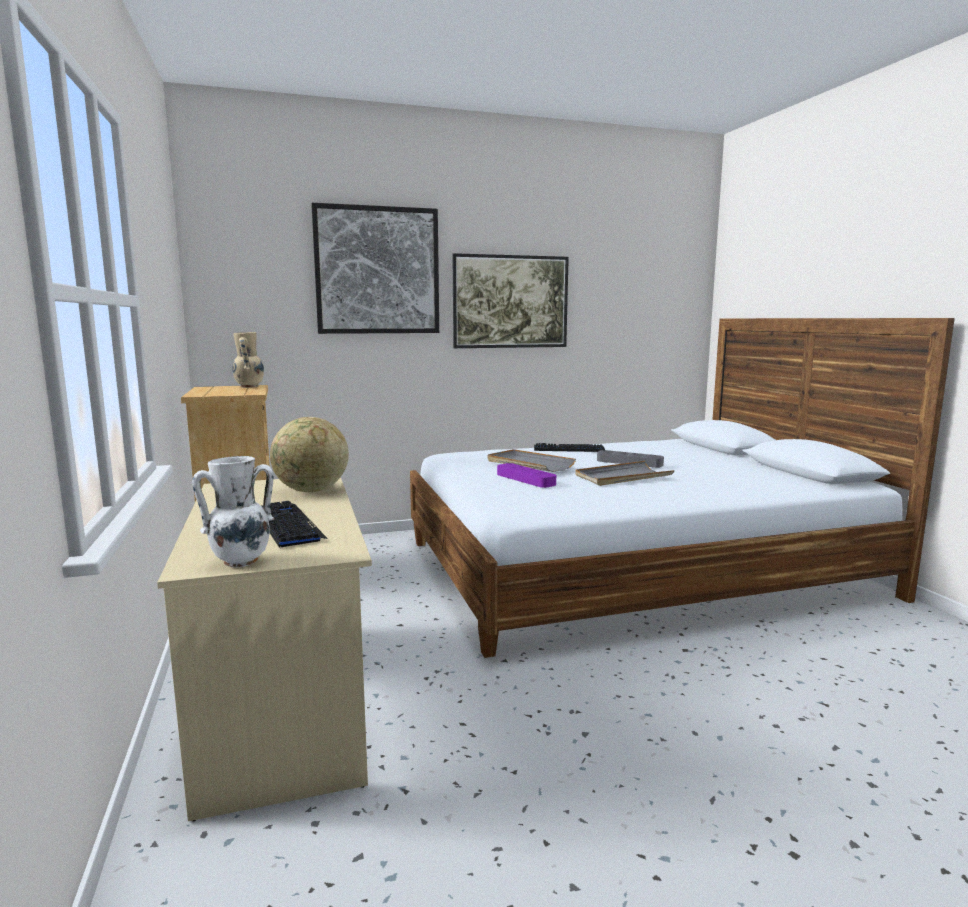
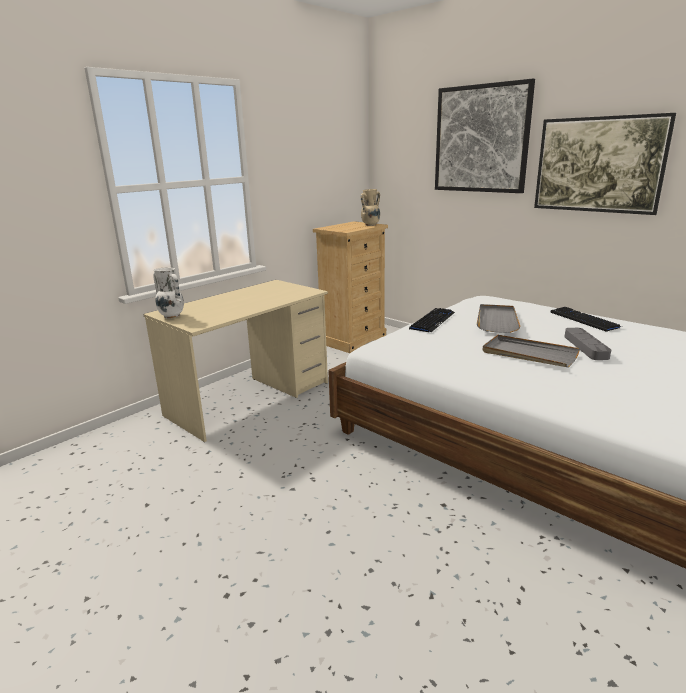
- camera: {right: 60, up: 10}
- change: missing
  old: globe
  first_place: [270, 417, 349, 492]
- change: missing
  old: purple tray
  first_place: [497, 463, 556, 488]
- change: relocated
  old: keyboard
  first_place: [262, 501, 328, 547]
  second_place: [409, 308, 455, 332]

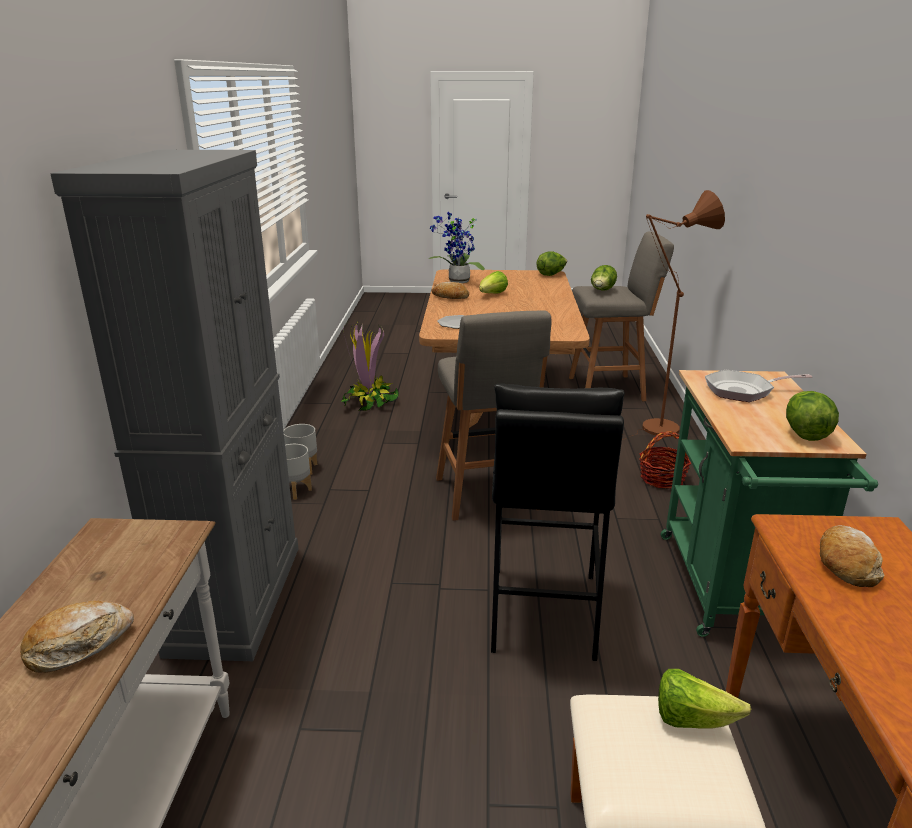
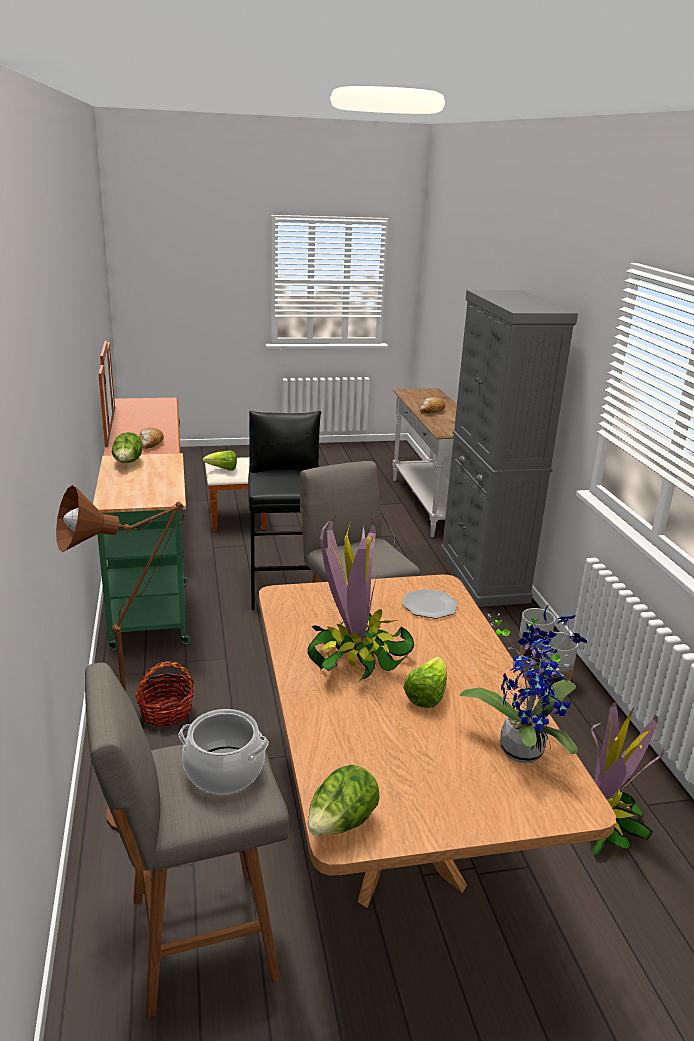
- camera: {right: 165, up: 0}
- change: missing
  old: bread
  first_place: [432, 282, 469, 299]
- change: missing
  old: frying pan
  first_place: [705, 370, 812, 402]
- change: appeared
  new: potted plant
  second_place: [308, 515, 414, 683]
- change: exchanged
  old: lettuce
  new: cooking pot
  first_place: [591, 265, 617, 291]
  second_place: [179, 709, 269, 794]

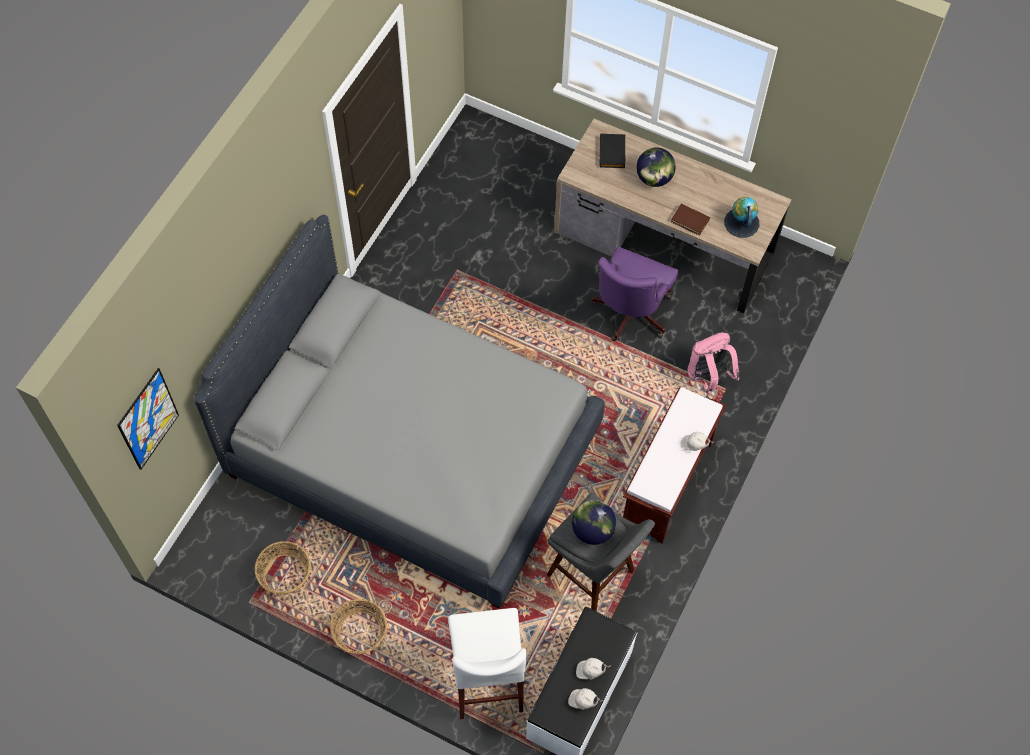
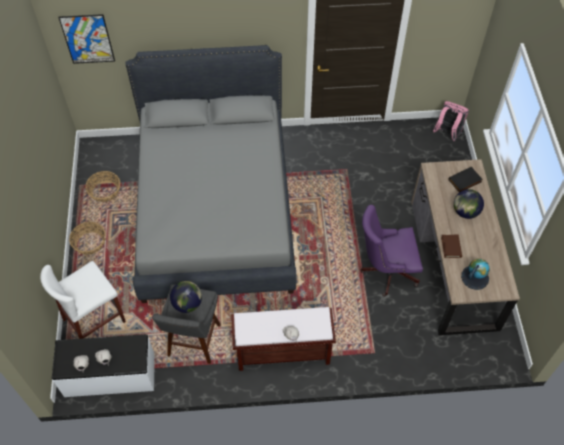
- camera: {right: 60, up: -5}
- change: relocated
  old: pink backpack
  first_place: [687, 333, 740, 395]
  second_place: [433, 101, 469, 141]

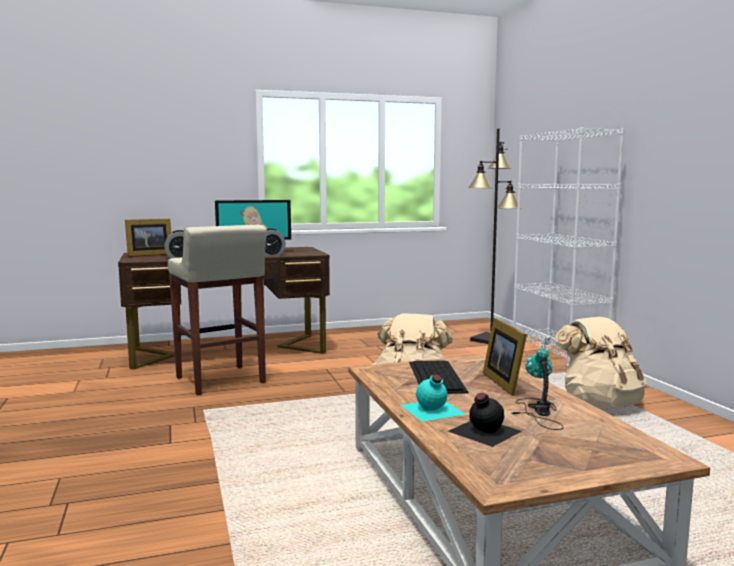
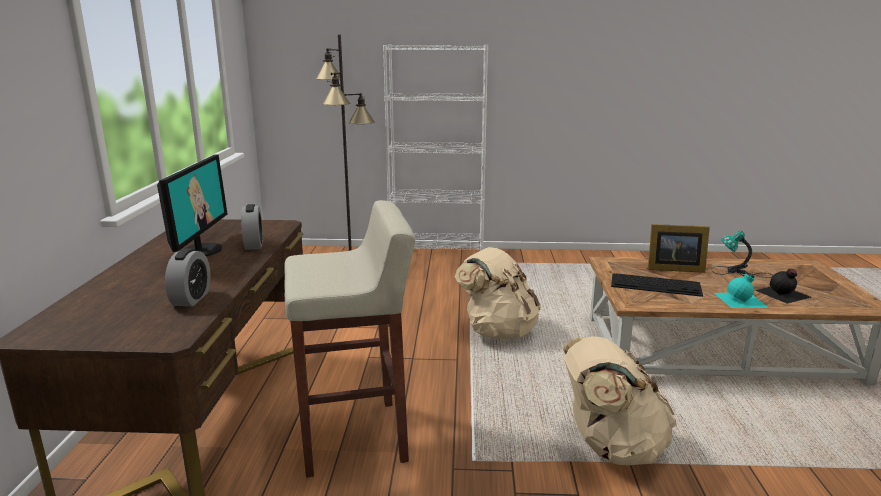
- camera: {right: -70, up: 10}
- change: missing
  old: picture frame
  first_place: [125, 219, 172, 257]
- change: relocated
  old: beige backpack
  first_place: [555, 317, 646, 408]
  second_place: [563, 336, 677, 465]

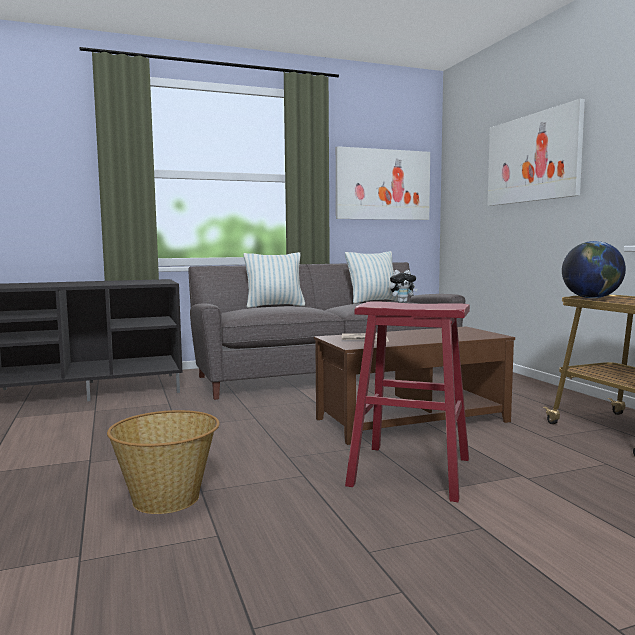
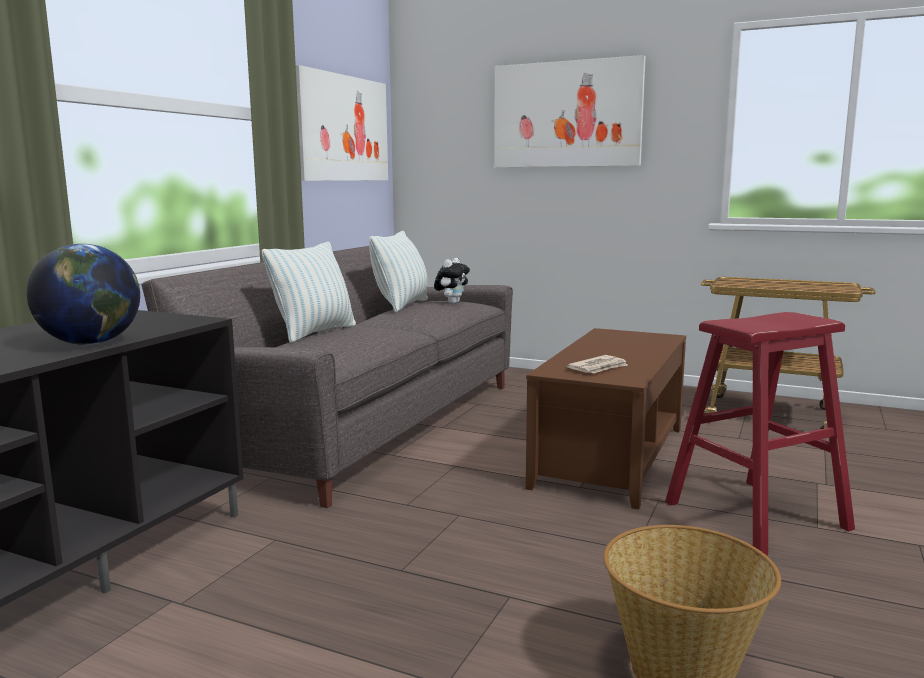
- camera: {right: -45, up: 5}
- change: relocated
  old: globe
  first_place: [562, 241, 626, 298]
  second_place: [27, 244, 140, 345]

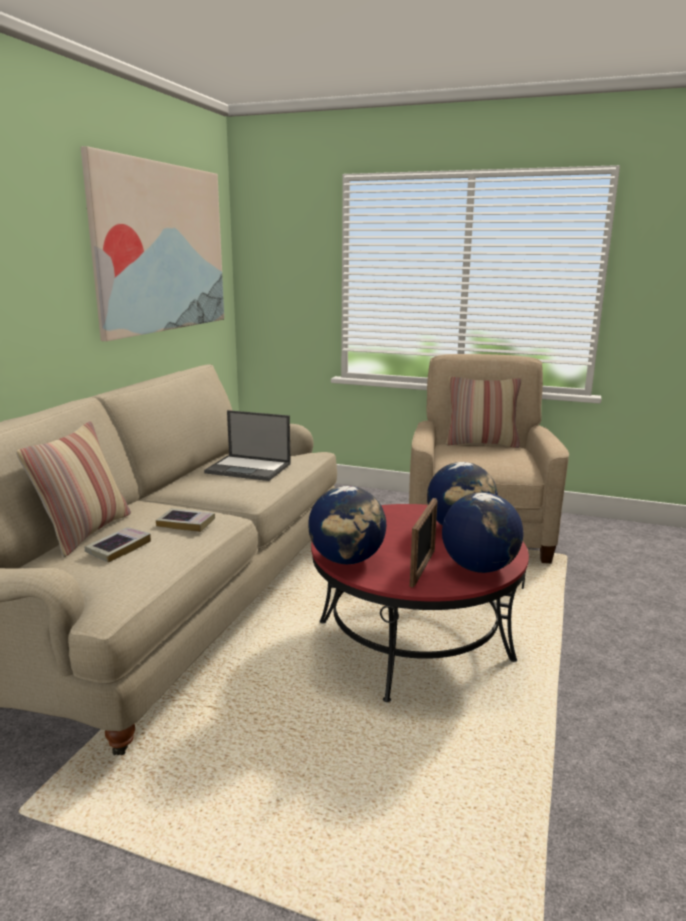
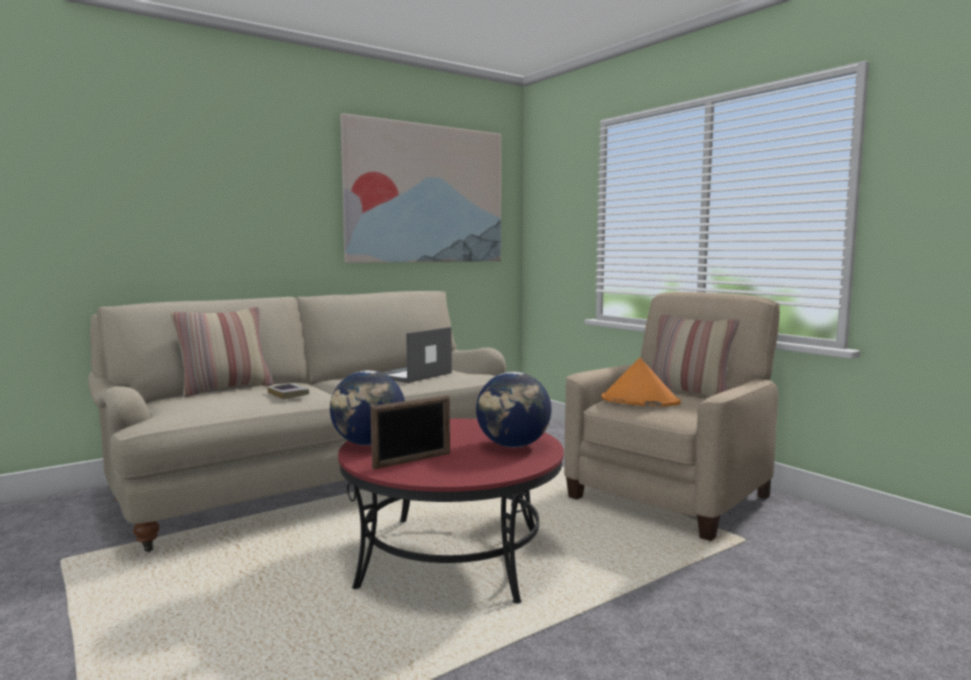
- camera: {right: 35, up: -10}
- change: missing
  old: book
  first_place: [85, 527, 151, 563]
- change: missing
  old: globe
  first_place: [442, 492, 524, 573]
- change: appeared
  new: orange hat
  second_place: [601, 358, 681, 406]
- change: spun
  old: laptop
  first_place: [204, 410, 291, 481]
  second_place: [381, 327, 452, 383]
  degrees: 75

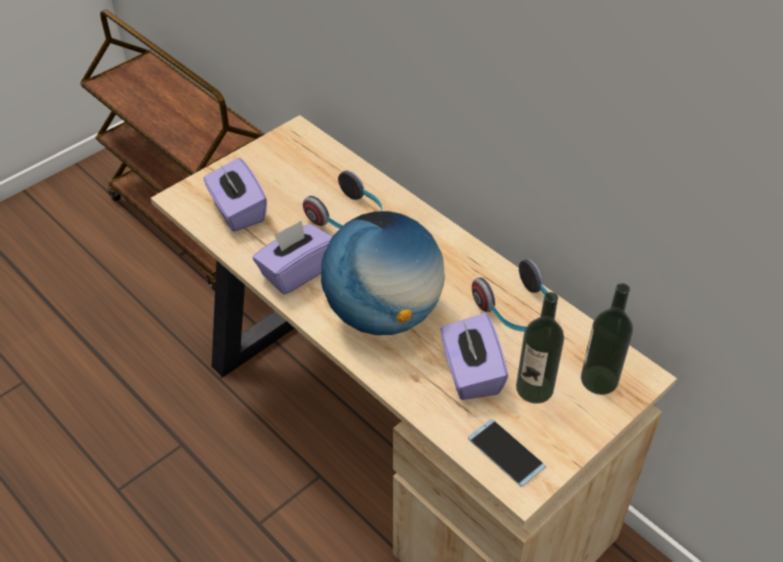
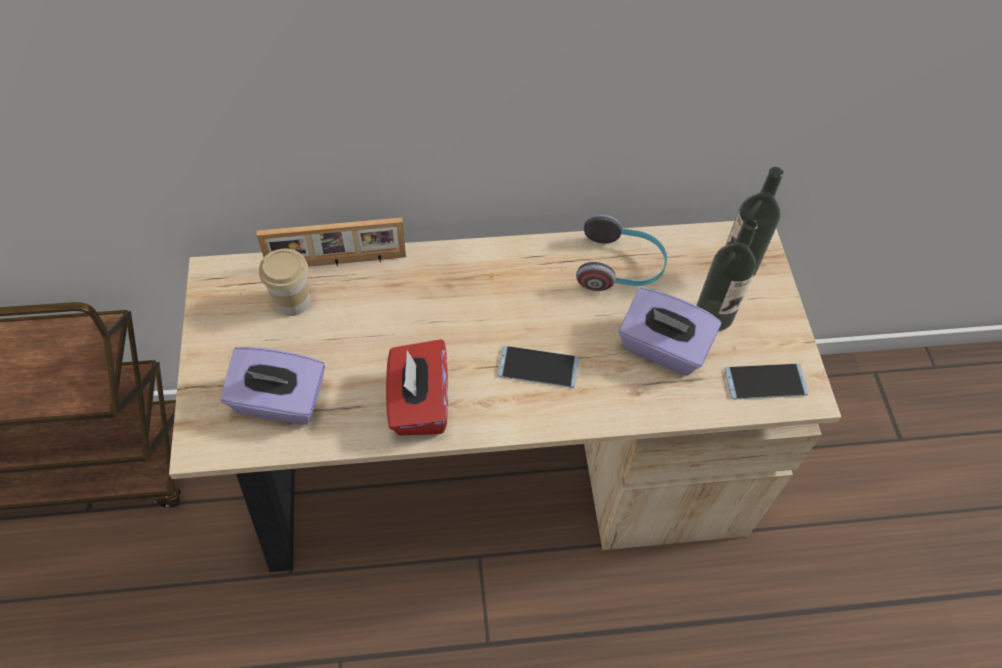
- camera: {right: -55, up: 10}
- change: missing
  old: headphones
  first_place: [303, 170, 383, 229]
- change: appeared
  new: picture frame
  second_place: [257, 217, 406, 267]
- change: appeared
  new: cup
  second_place: [259, 249, 310, 316]
- change: exchanged
  old: globe
  new: phone
  first_place: [321, 211, 445, 335]
  second_place: [497, 346, 579, 388]
- change: colour
  old: purple tissue box
  new: red tissue box
  first_place: [253, 220, 332, 295]
  second_place: [386, 339, 448, 436]

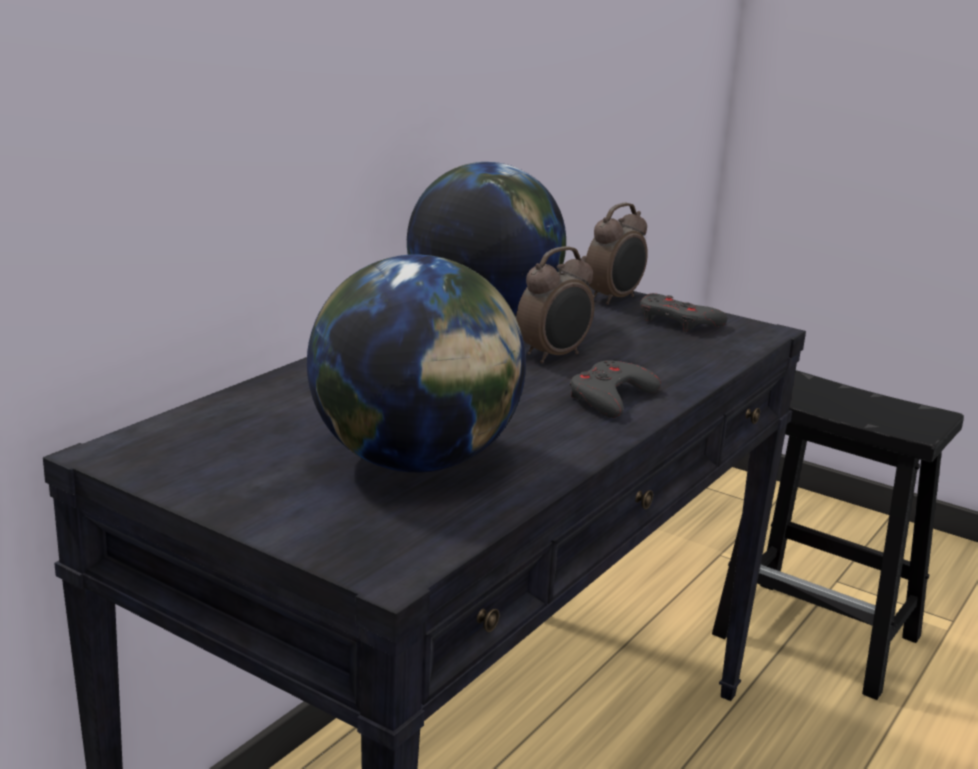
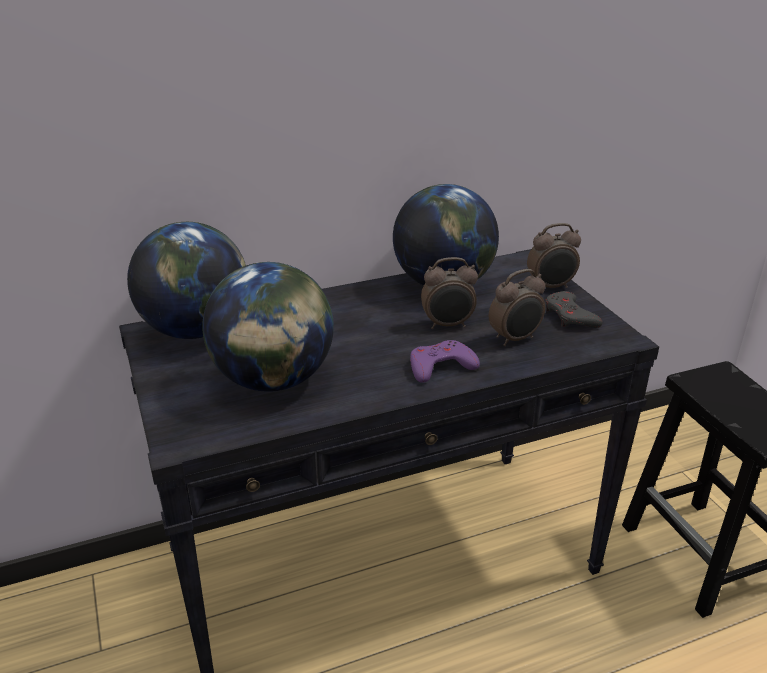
- camera: {right: 35, up: 10}
- change: appeared
  new: globe
  second_place: [127, 222, 246, 339]
- change: appeared
  new: alarm clock
  second_place: [489, 269, 545, 346]
- change: colour
  old: grey game controller
  new: purple game controller
  first_place: [570, 360, 661, 418]
  second_place: [410, 340, 480, 383]

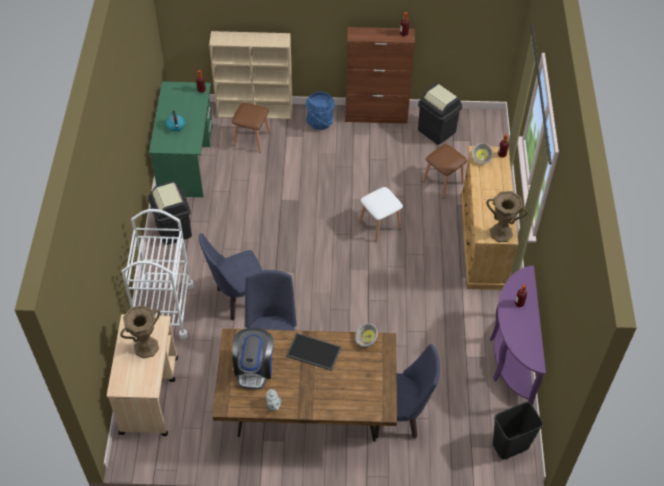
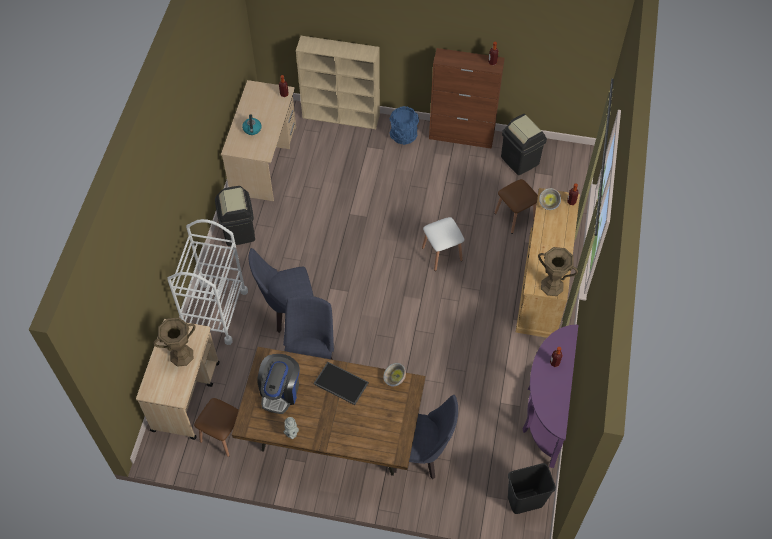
- camera: {right: 10, up: 5}
- change: relocated
  old: brown stool
  first_place: [232, 103, 270, 153]
  second_place: [194, 398, 239, 457]
- change: colour
  old: green desk
  new: beige desk
  first_place: [149, 82, 213, 197]
  second_place: [221, 80, 296, 201]

